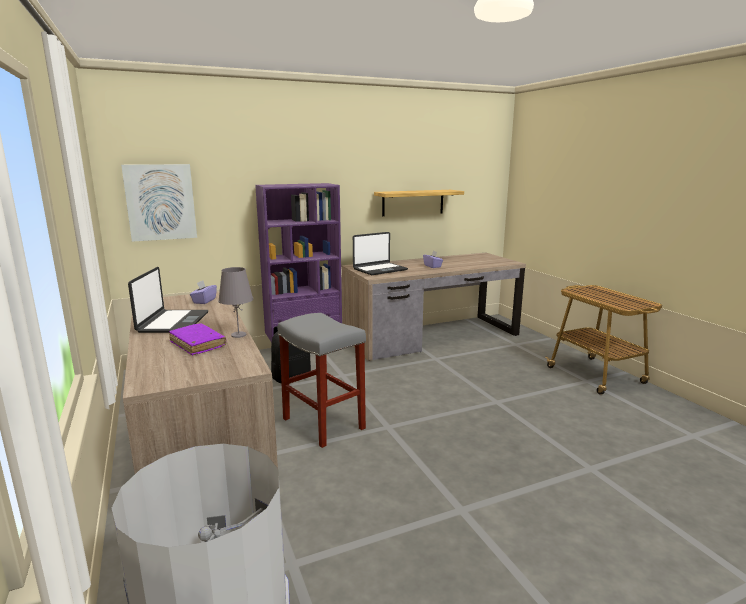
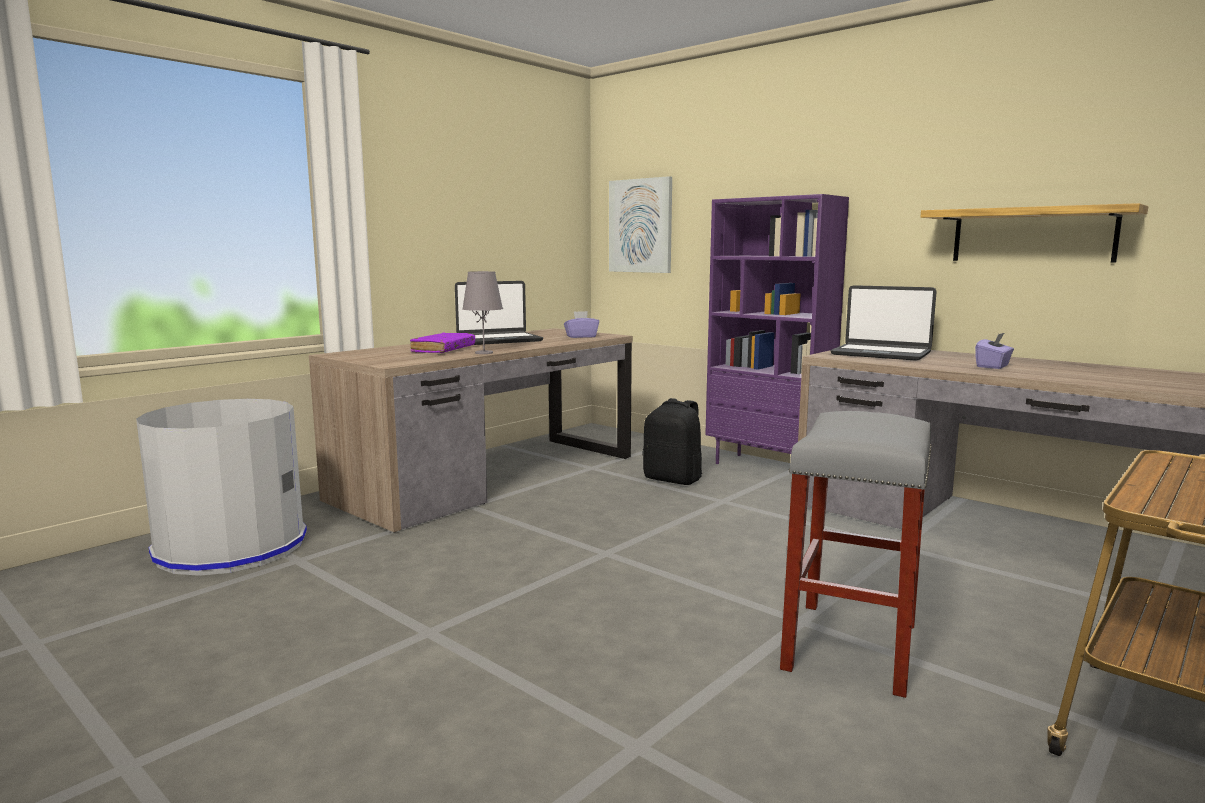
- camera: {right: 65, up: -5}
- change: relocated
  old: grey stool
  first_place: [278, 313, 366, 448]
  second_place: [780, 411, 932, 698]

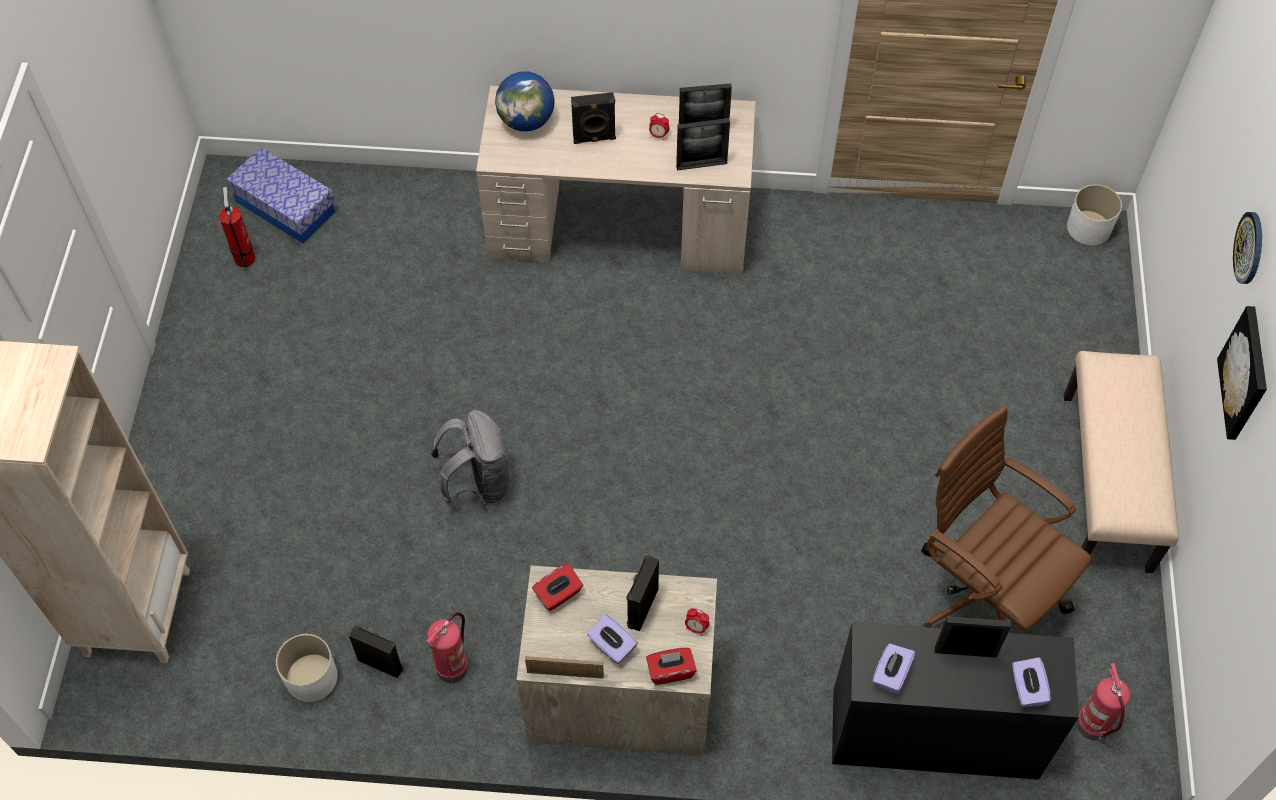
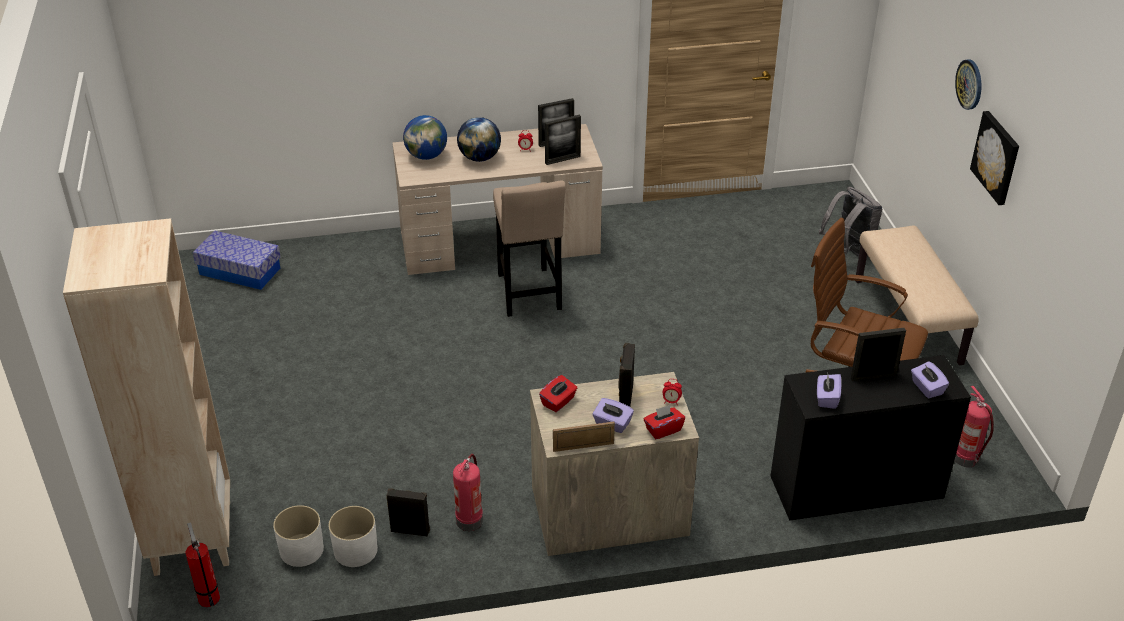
- camera: {right: -15, up: -20}
- change: appeared
  new: beige stool
  second_place: [493, 180, 566, 317]
- change: relocated
  old: fire extinguisher
  first_place: [219, 187, 255, 267]
  second_place: [185, 522, 220, 607]
- change: relocated
  old: grey backpack
  first_place: [431, 410, 511, 505]
  second_place: [819, 187, 882, 257]
- change: relocated
  old: white planter
  first_place: [1067, 184, 1122, 246]
  second_place: [273, 505, 324, 567]
- change: exchanged
  old: black speaker
  new: globe
  first_place: [571, 92, 616, 144]
  second_place: [457, 117, 501, 162]

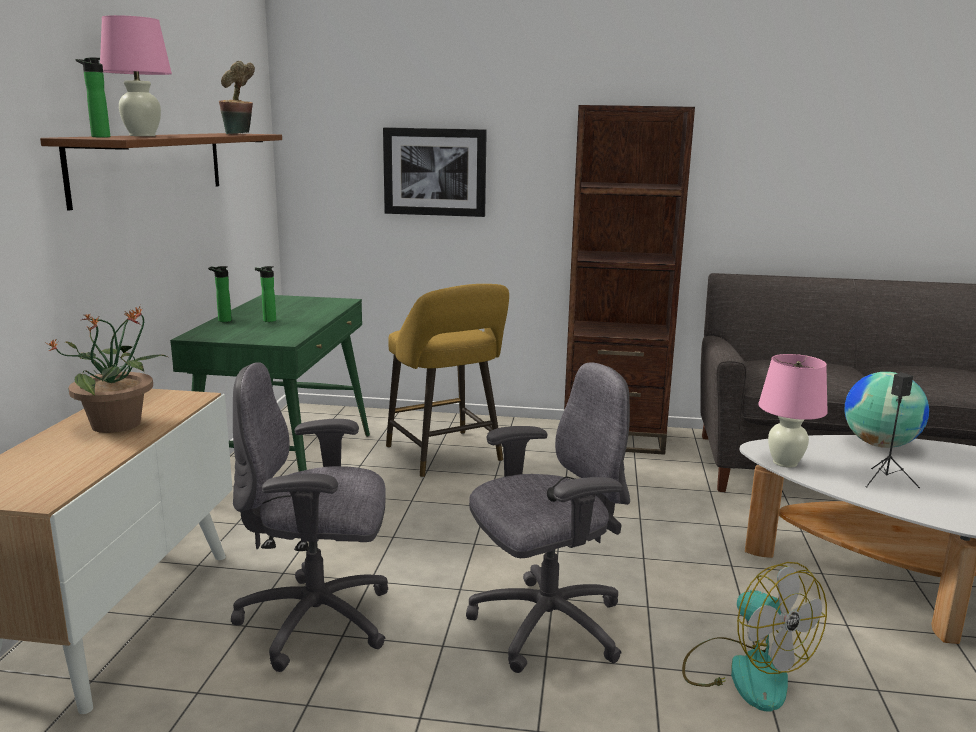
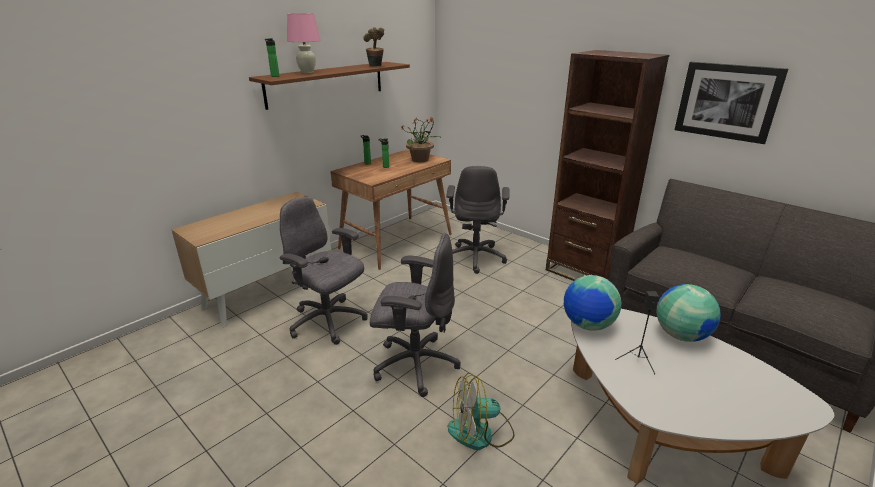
- camera: {right: 35, up: 10}
- change: relocated
  old: potted plant
  first_place: [46, 305, 168, 433]
  second_place: [400, 118, 440, 162]
- change: relocated
  old: picture
  first_place: [383, 127, 487, 217]
  second_place: [675, 62, 788, 144]
- change: exchanged
  old: yellow stool
  new: grey office chair
  first_place: [386, 284, 509, 478]
  second_place: [447, 166, 510, 274]
- change: exchanged
  old: pink table lamp
  new: globe
  first_place: [759, 354, 828, 468]
  second_place: [564, 275, 621, 331]
- change: colour
  old: green desk
  new: brown desk
  first_place: [170, 295, 370, 472]
  second_place: [330, 149, 452, 270]
- change: spun
  old: fan
  first_place: [682, 562, 827, 711]
  second_place: [448, 373, 515, 450]
  degrees: 75

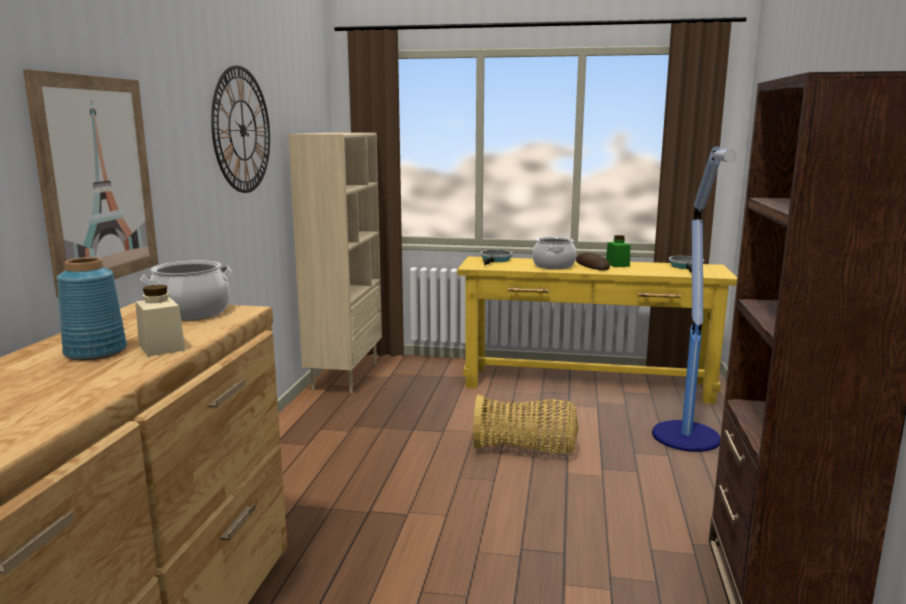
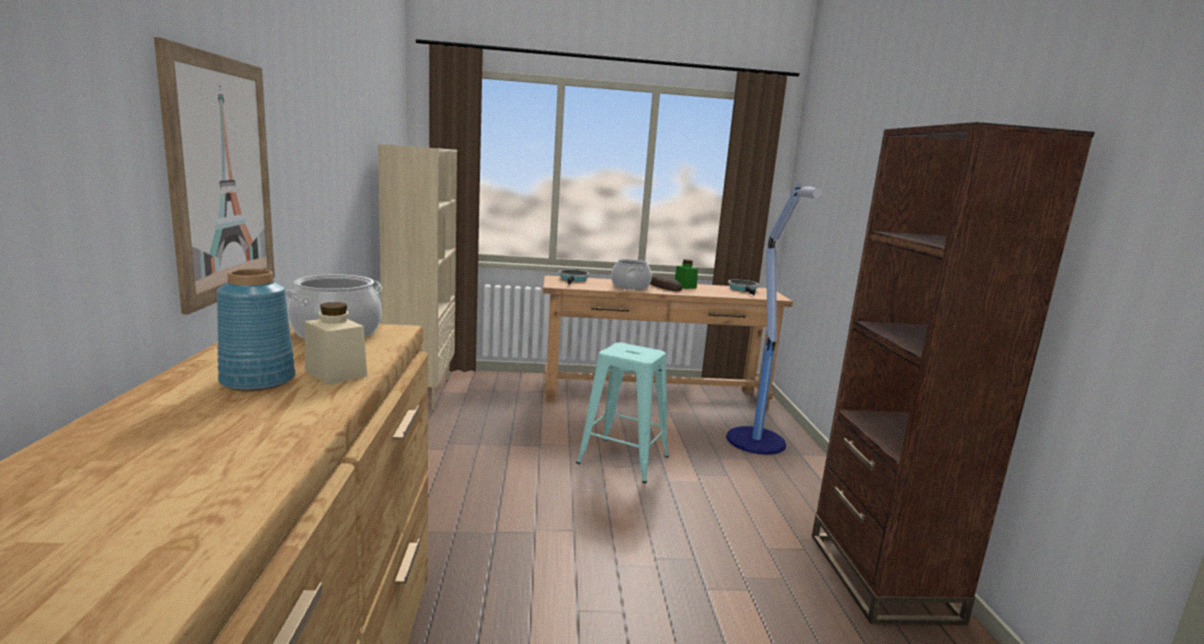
- camera: {right: -15, up: 0}
- change: missing
  old: wall clock
  first_place: [211, 65, 270, 193]
- change: exchanged
  old: basket
  new: turquoise stool
  first_place: [473, 395, 579, 454]
  second_place: [576, 342, 669, 483]
- change: colour
  old: yellow console table
  new: brown console table
  first_place: [457, 256, 737, 404]
  second_place: [543, 275, 793, 410]

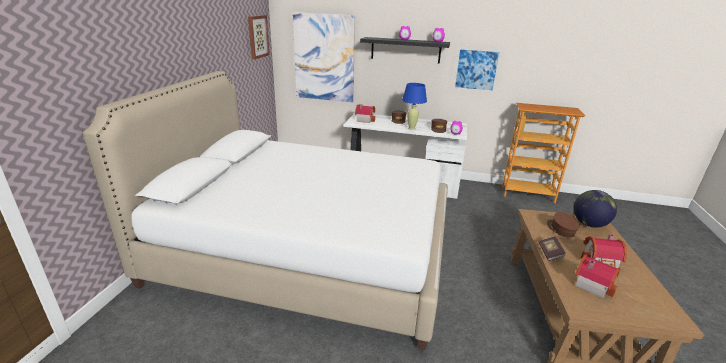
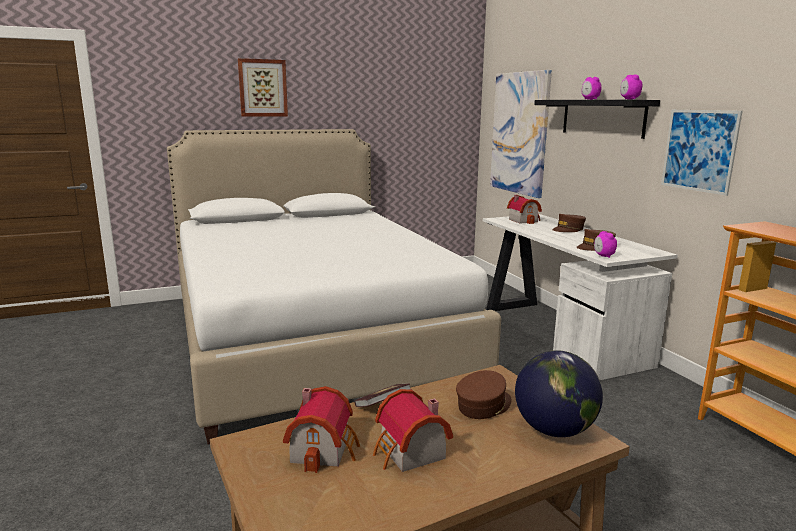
- camera: {right: 55, up: -10}
- change: missing
  old: blue table lamp
  first_place: [402, 83, 427, 130]
- change: relocated
  old: picture
  first_place: [248, 15, 269, 59]
  second_place: [238, 58, 288, 117]

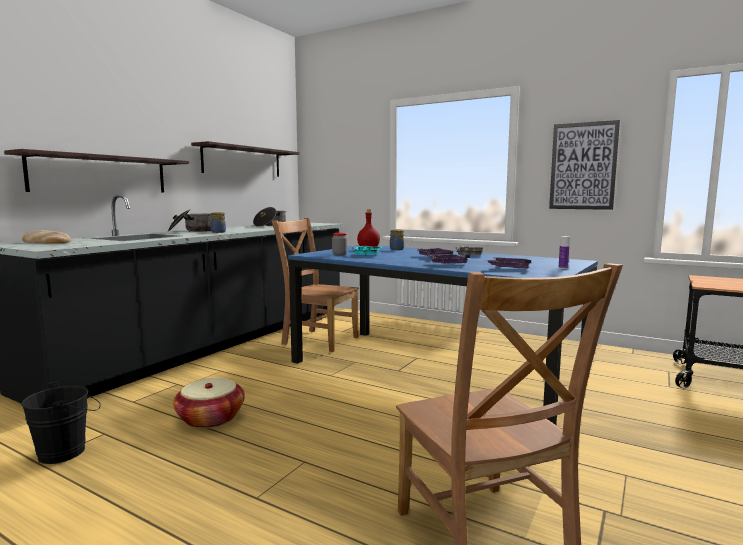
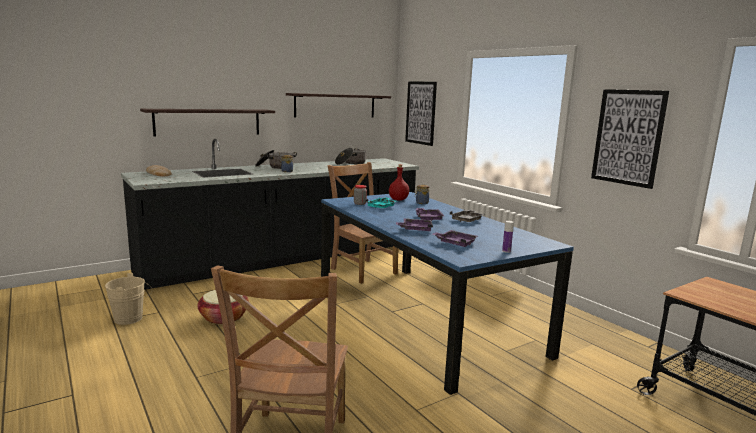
- camera: {right: 25, up: 5}
- change: appeared
  new: picture
  second_place: [405, 81, 437, 146]
- change: colour
  old: black bucket
  new: beige bucket
  first_place: [21, 382, 101, 464]
  second_place: [105, 273, 152, 325]

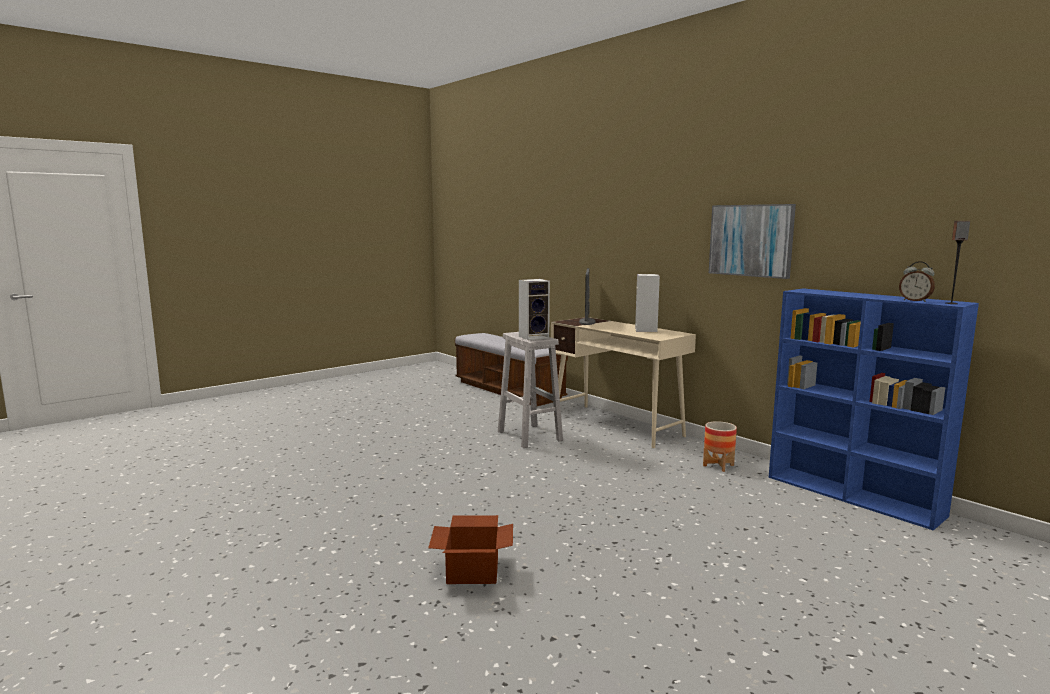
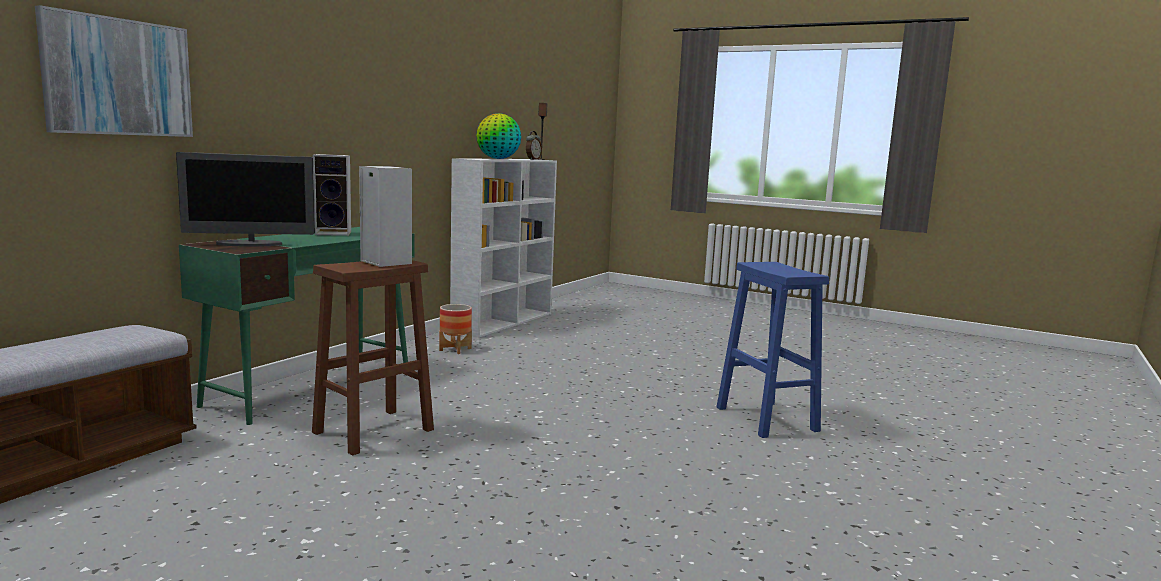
- camera: {right: -110, up: 0}
- change: appeared
  new: globe
  second_place: [476, 113, 521, 159]
- change: relocated
  old: picture
  first_place: [709, 204, 796, 279]
  second_place: [35, 5, 193, 137]
- change: exchanged
  old: cardboard box
  new: blue stool
  first_place: [428, 515, 513, 584]
  second_place: [717, 262, 829, 438]
- change: colour
  old: white stool
  new: brown stool
  first_place: [498, 332, 563, 448]
  second_place: [312, 260, 434, 455]
- change: colour
  old: beige desk
  new: green desk
  first_place: [551, 317, 696, 448]
  second_place: [179, 227, 414, 425]
- change: colour
  old: blue bookcase
  new: white bookcase
  first_place: [769, 288, 979, 531]
  second_place: [450, 158, 557, 338]

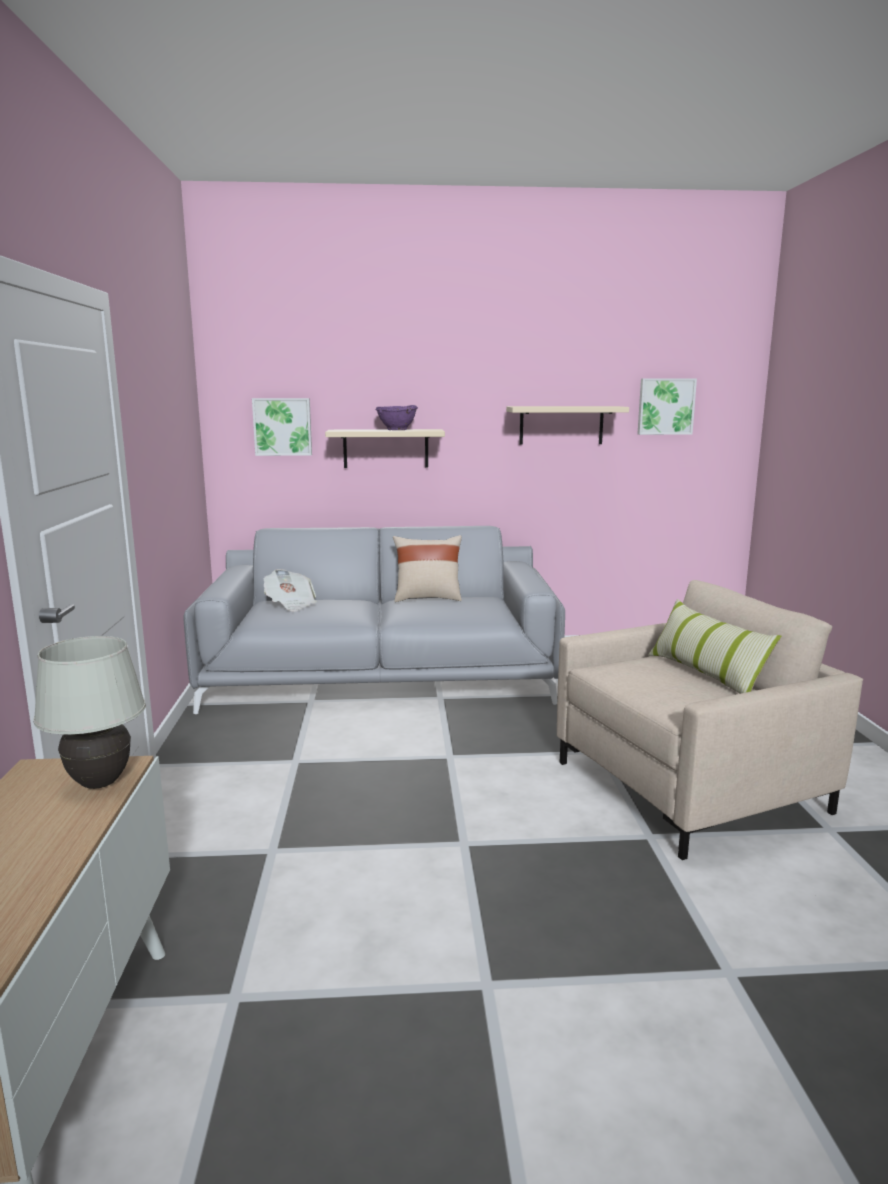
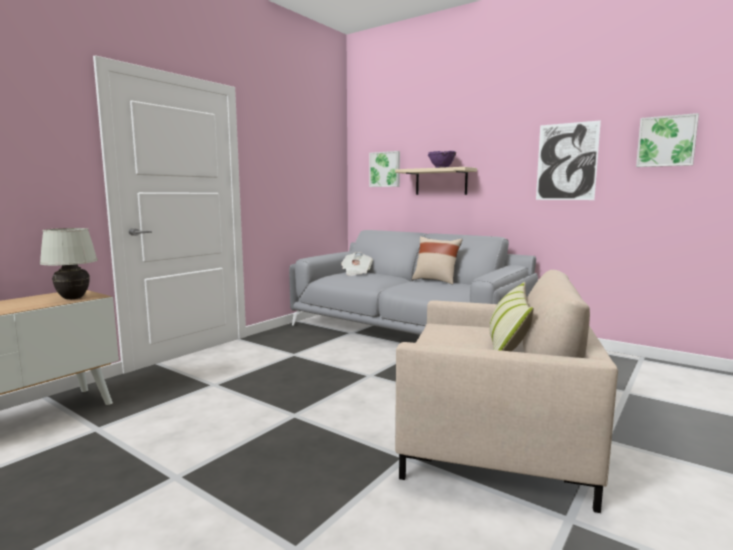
- camera: {right: 40, up: -5}
- change: exchanged
  old: beige shelf
  new: picture
  first_place: [506, 406, 629, 445]
  second_place: [536, 120, 601, 200]

